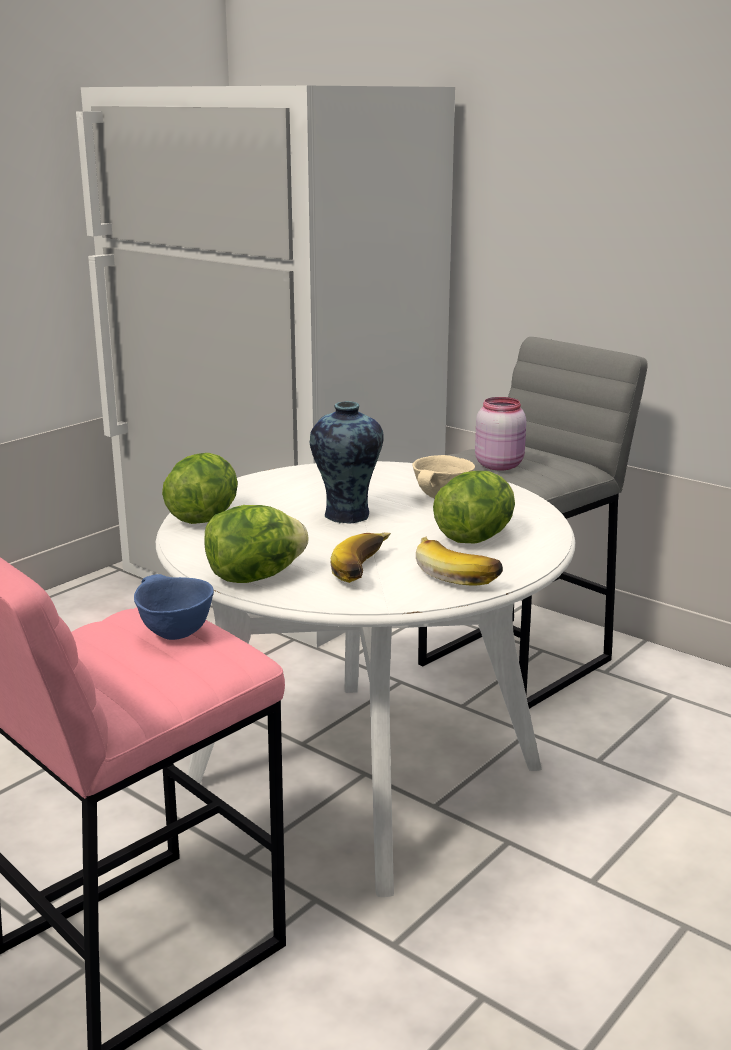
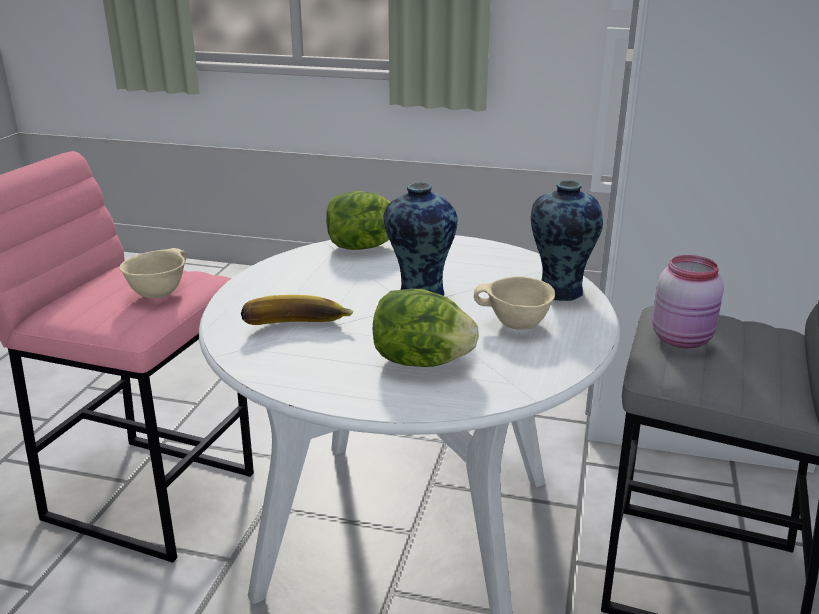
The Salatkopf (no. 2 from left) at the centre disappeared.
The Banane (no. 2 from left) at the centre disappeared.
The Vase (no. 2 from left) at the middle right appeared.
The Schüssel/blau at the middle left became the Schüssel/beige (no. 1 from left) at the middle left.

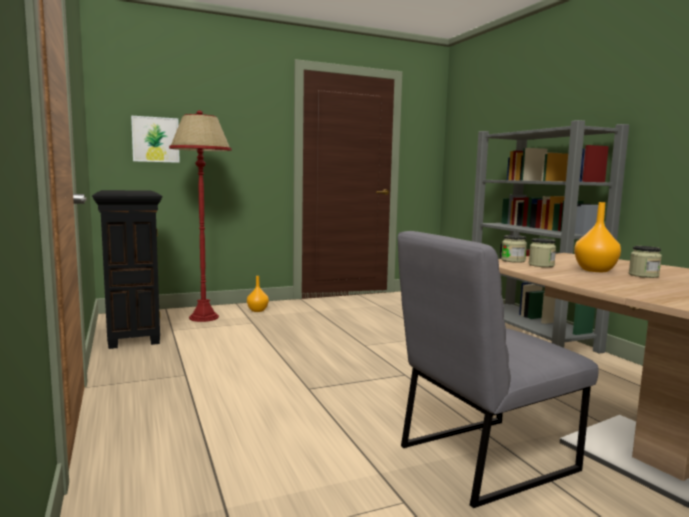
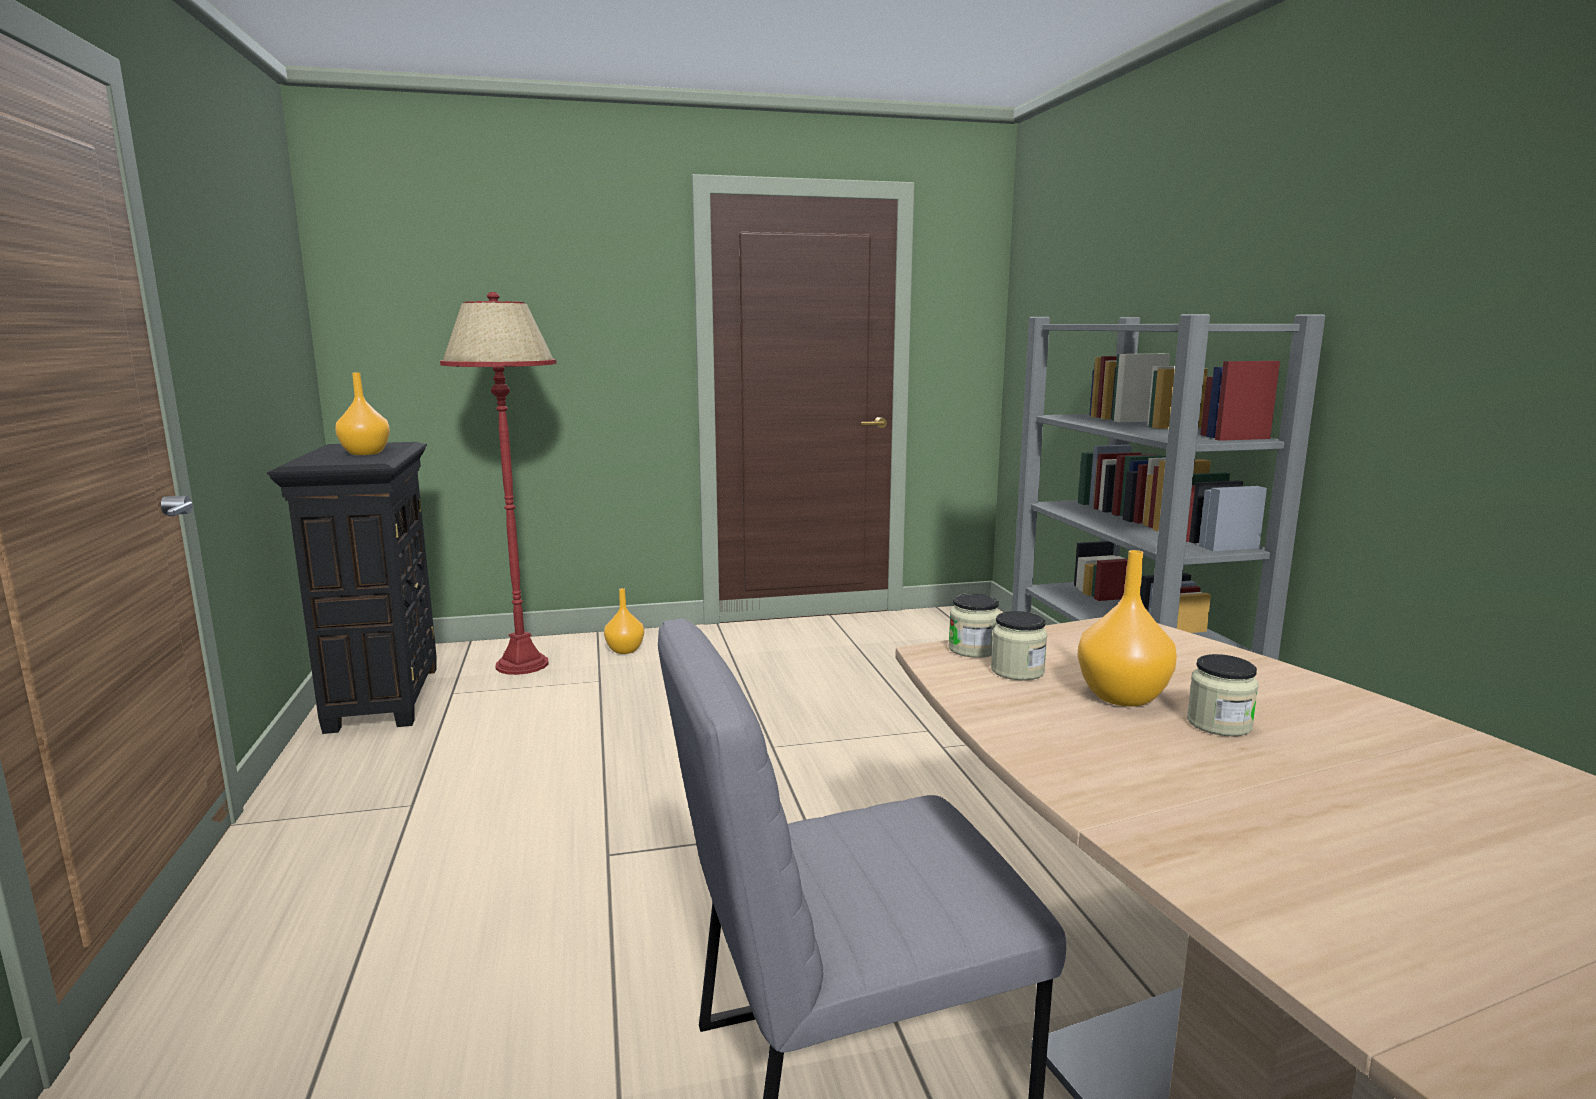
The Bild at the top left disappeared.
The Vase/orange (no. 1 from left) at the middle left appeared.

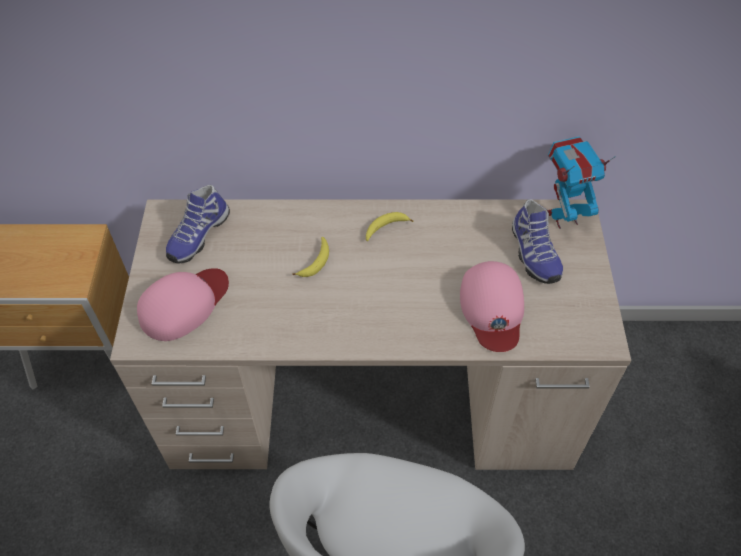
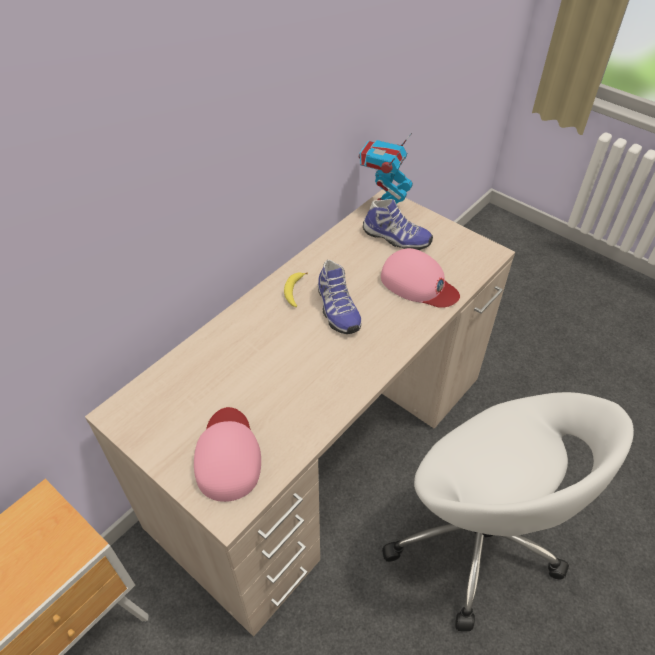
The Banane (no. 1 from left) at the centre disappeared.
The Schuh (no. 1 from left) moved from the middle left to the centre.

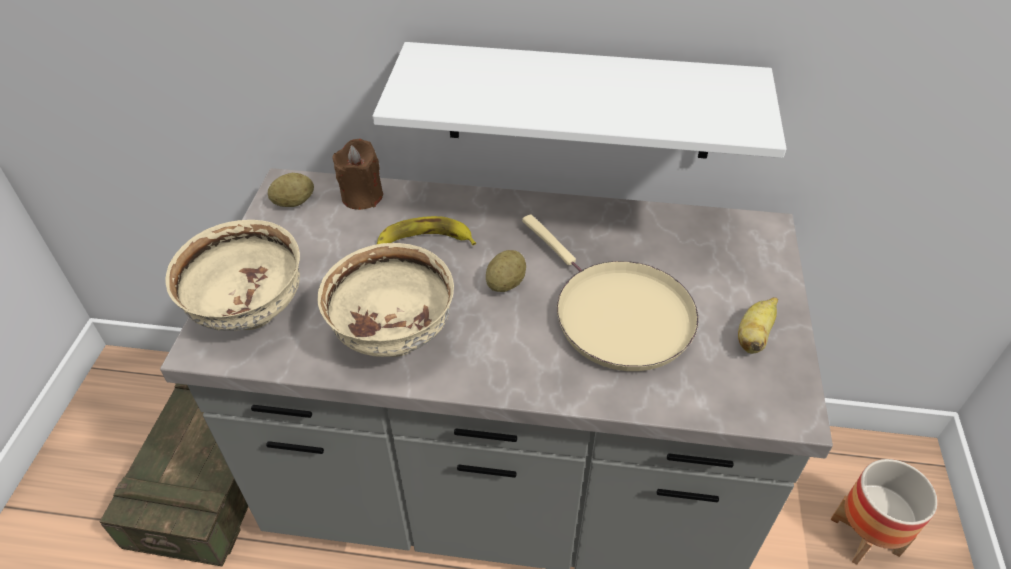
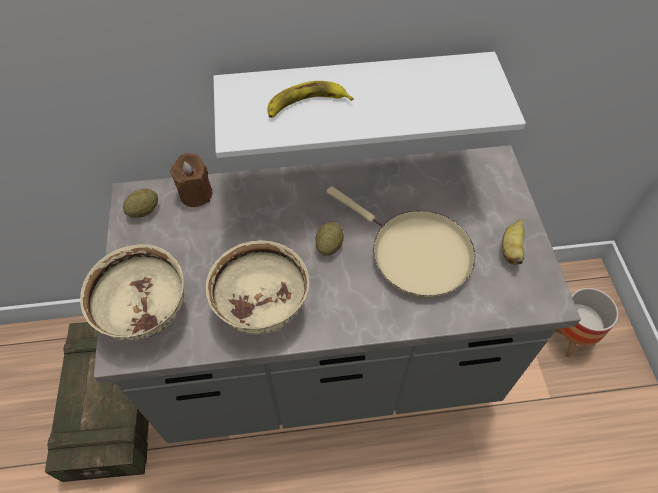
The Banane (no. 1 from left) moved from the centre to the top centre.

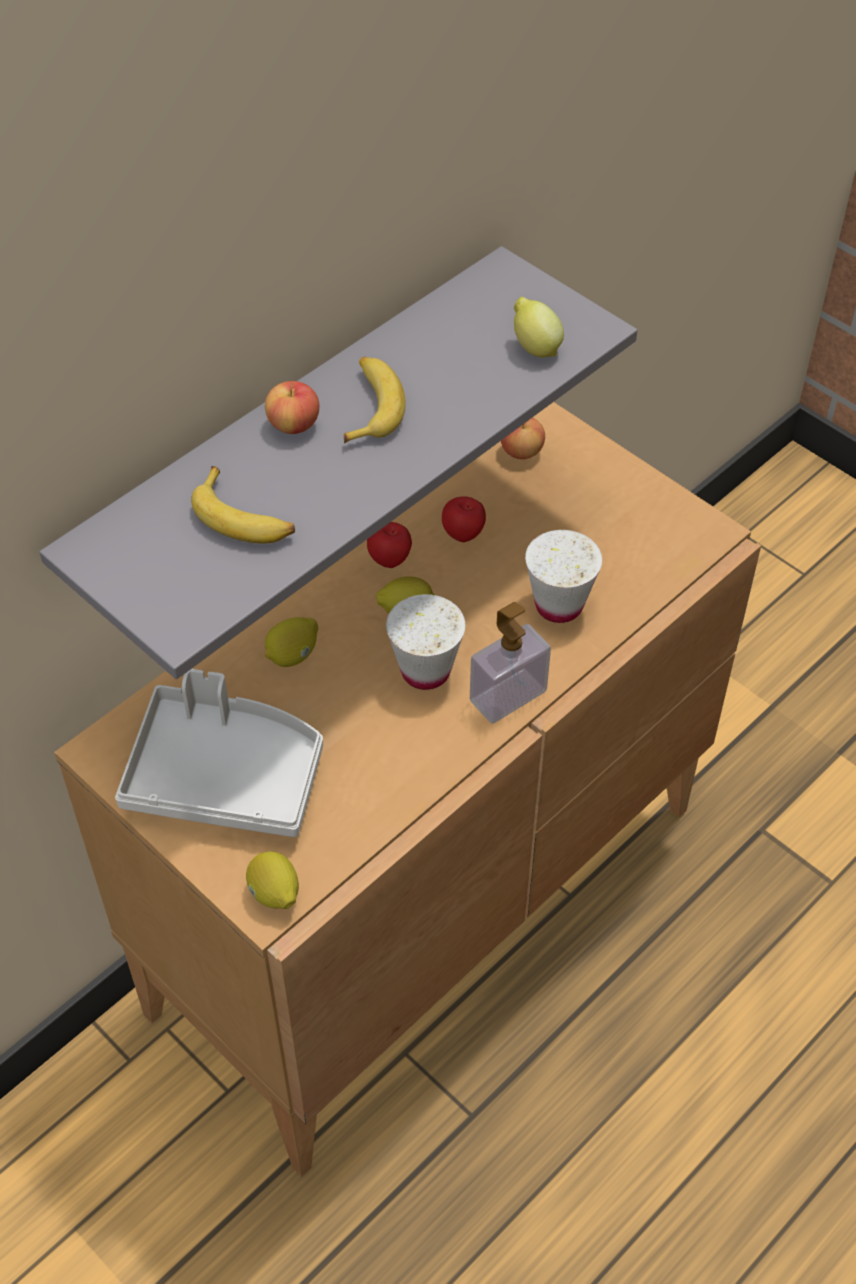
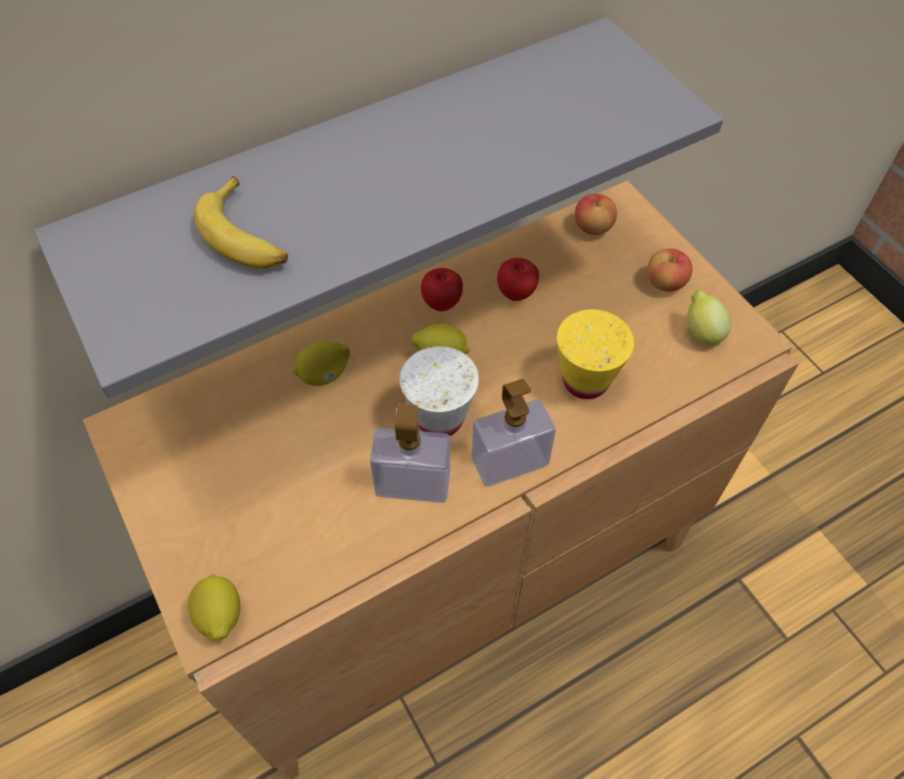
The Tablett/grau at the middle left disappeared.
The Banane (no. 2 from left) at the top centre disappeared.
The Seifenspender (no. 1 from left) at the centre appeared.
The Apfel (no. 1 from left in the first image) moved from the top centre to the middle right.
The Zitrone (no. 4 from left) moved from the top centre to the middle right.
The Tasse/weiß (no. 2 from left) at the centre became the Tasse/gelb at the centre.

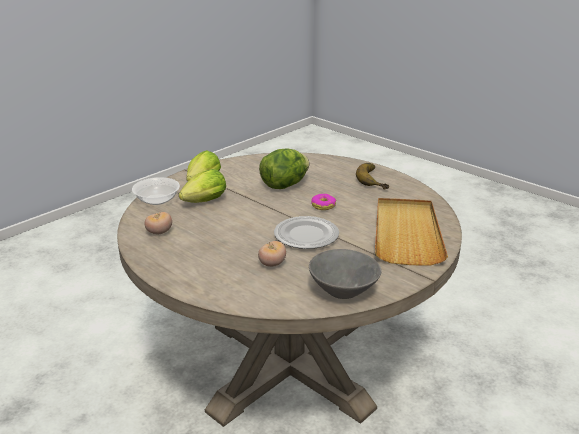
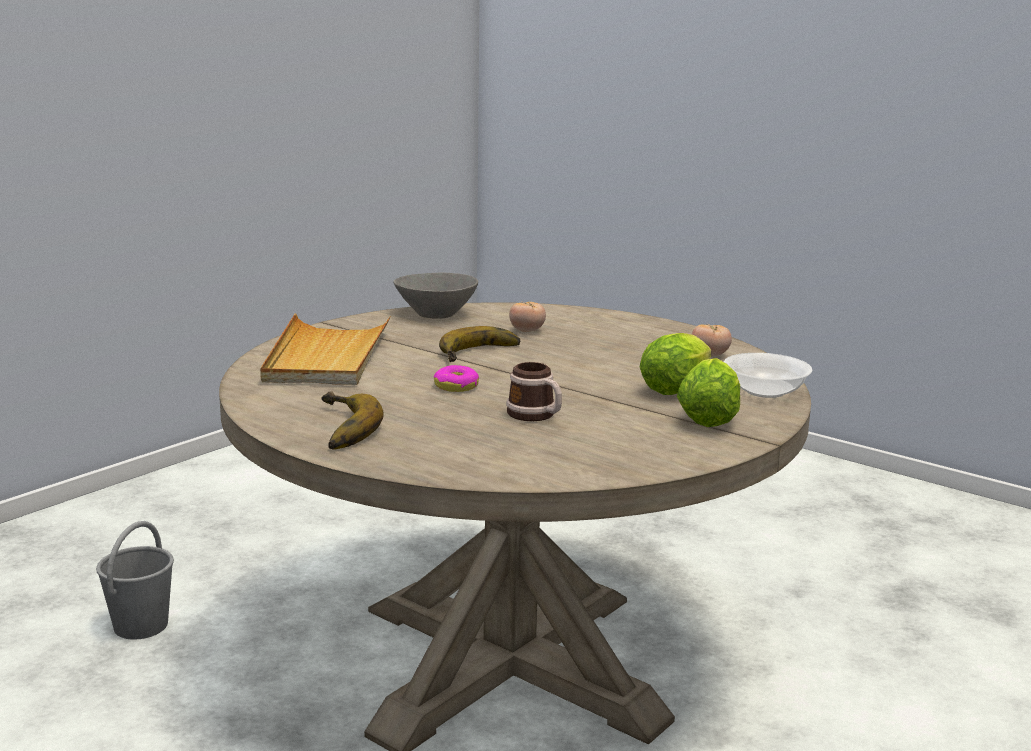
The Eimer/grau at the bottom left appeared.
The Salatkopf (no. 3 from left) at the centre was replaced by the Henkelbecher at the centre.
The Teller at the centre was replaced by the Banane (no. 2 from left) at the centre.

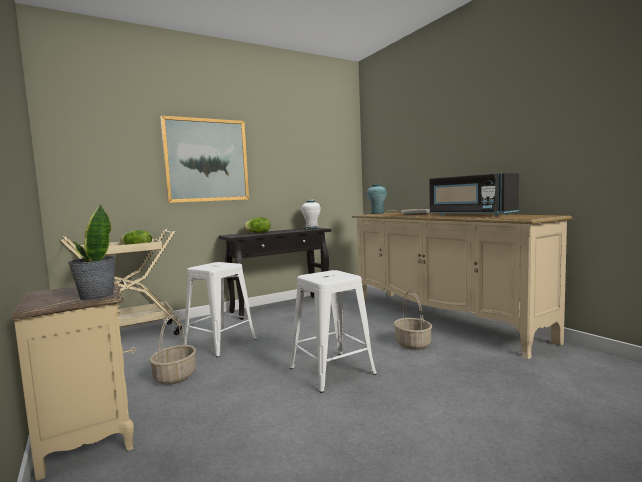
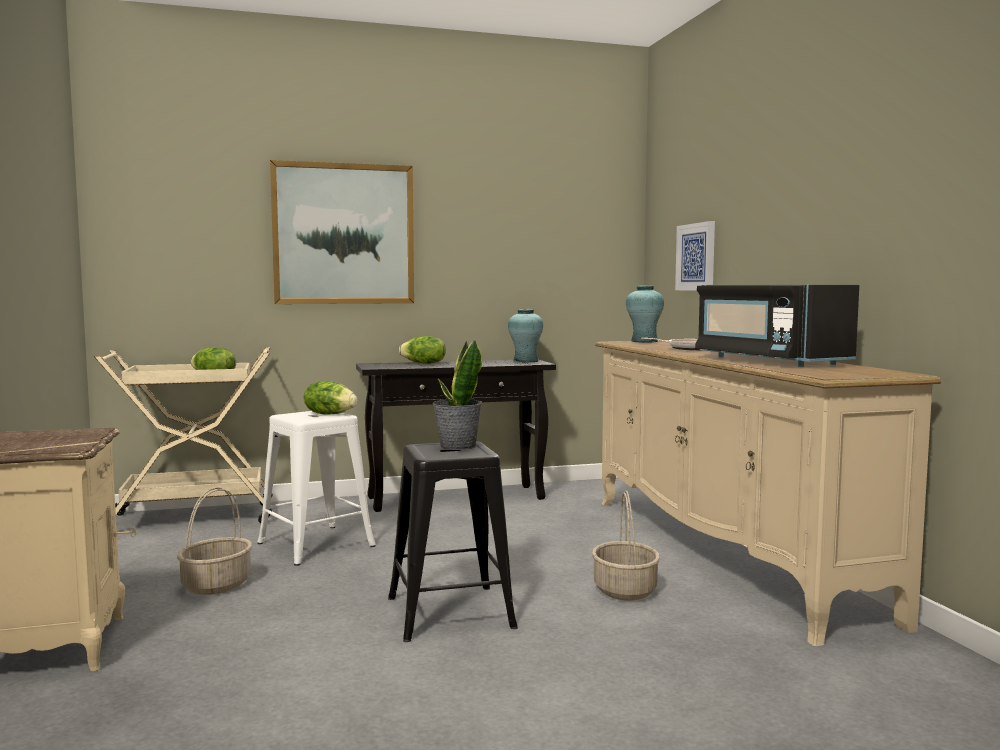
The Salatkopf (no. 2 from left) at the middle left appeared.
The Bild (no. 2 from left) at the middle right appeared.
The Topfpflanze moved from the middle left to the centre.
The Hocker/weiß (no. 2 from left) at the bottom centre became the Hocker/schwarz at the bottom centre.
The Vase/weiß at the centre became the Vase/türkis (no. 1 from left) at the centre.

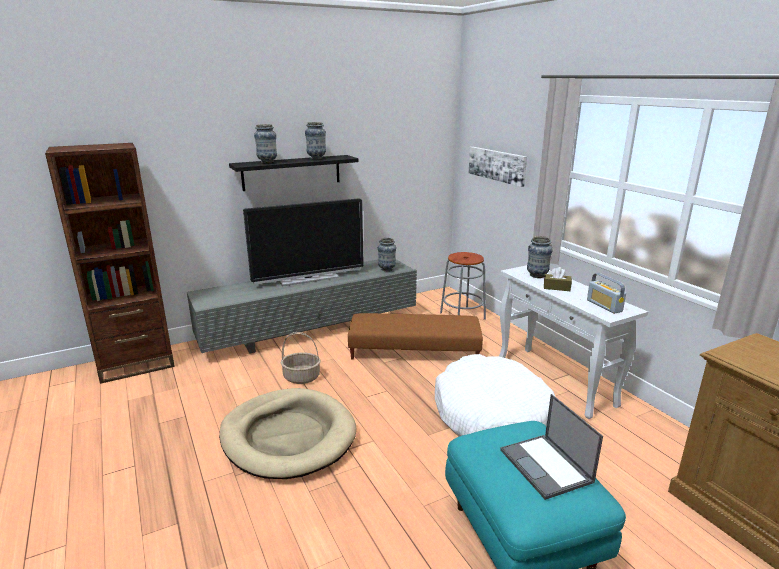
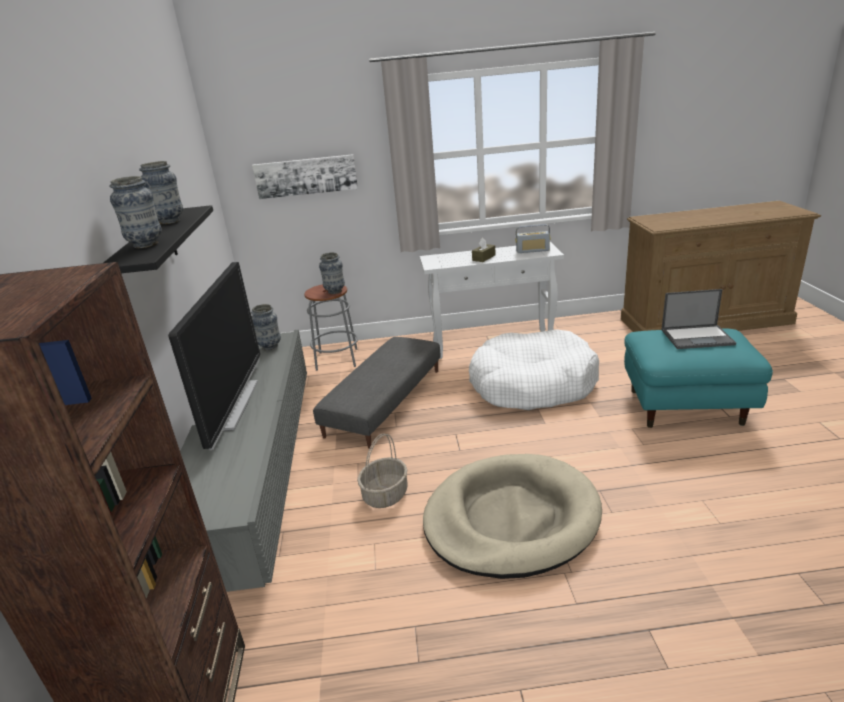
The Vase (no. 4 from left) moved from the middle right to the centre.
The Polsterhocker/braun at the centre became the Polsterhocker/grau at the centre.

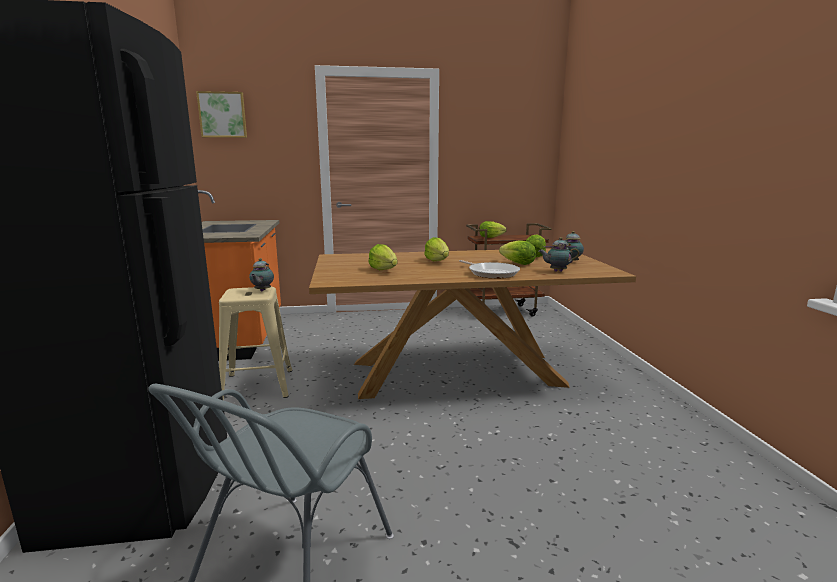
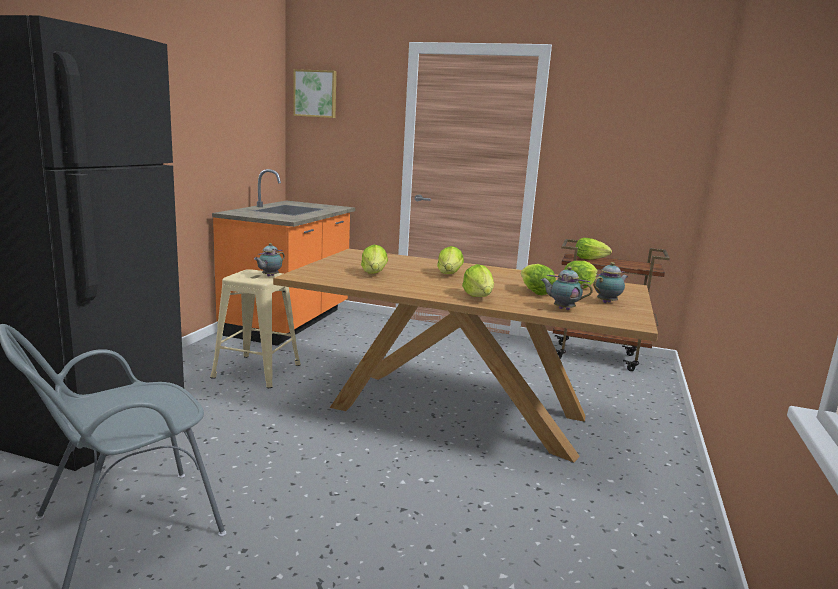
The Pfanne at the centre was replaced by the Salatkopf (no. 3 from left) at the centre.

